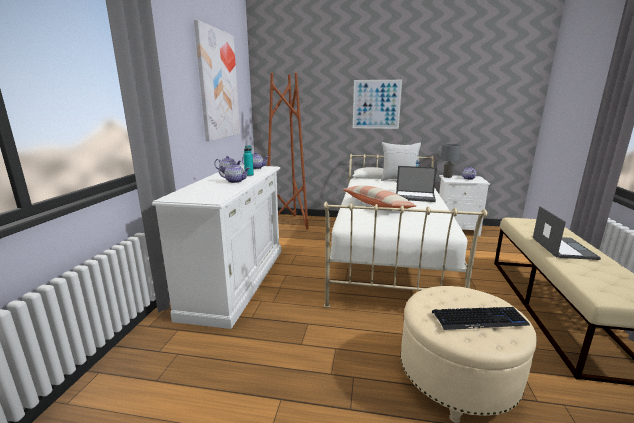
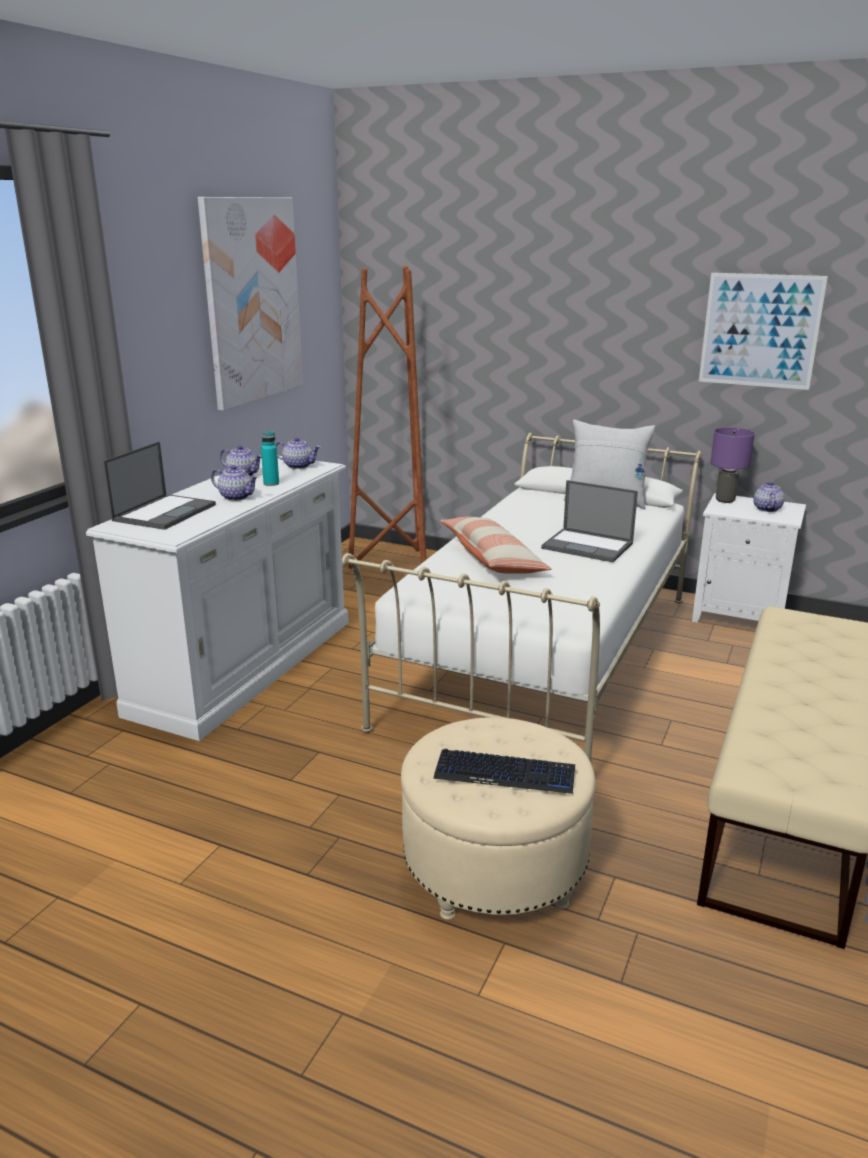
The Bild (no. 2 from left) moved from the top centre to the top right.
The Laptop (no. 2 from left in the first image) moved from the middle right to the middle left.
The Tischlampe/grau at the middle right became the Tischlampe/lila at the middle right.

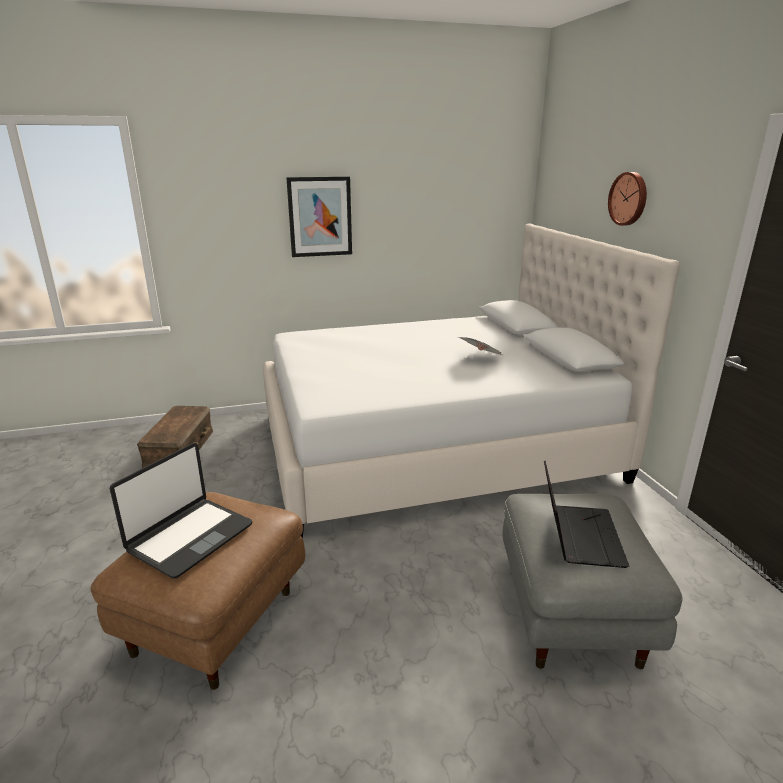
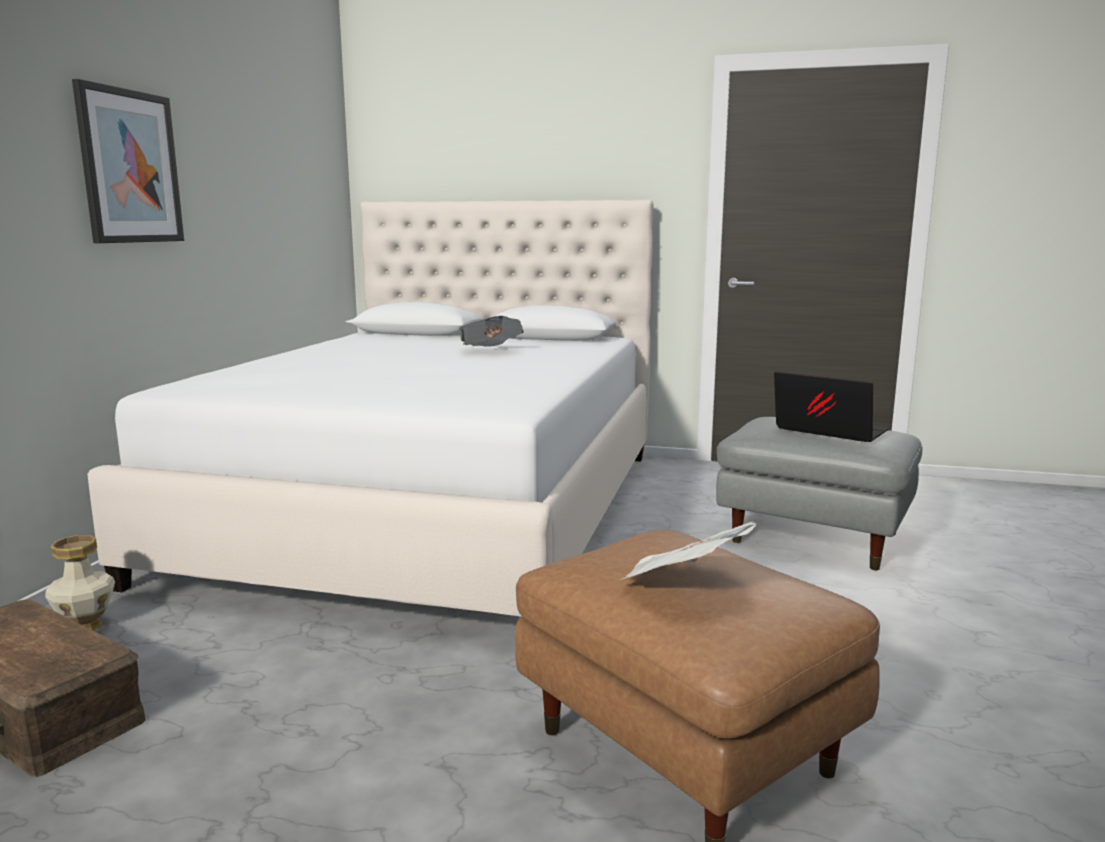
The Wanduhr at the top right disappeared.
The Vase at the bottom left appeared.
The Laptop (no. 1 from left) at the middle left was replaced by the Zeitung (no. 2 from left) at the centre.

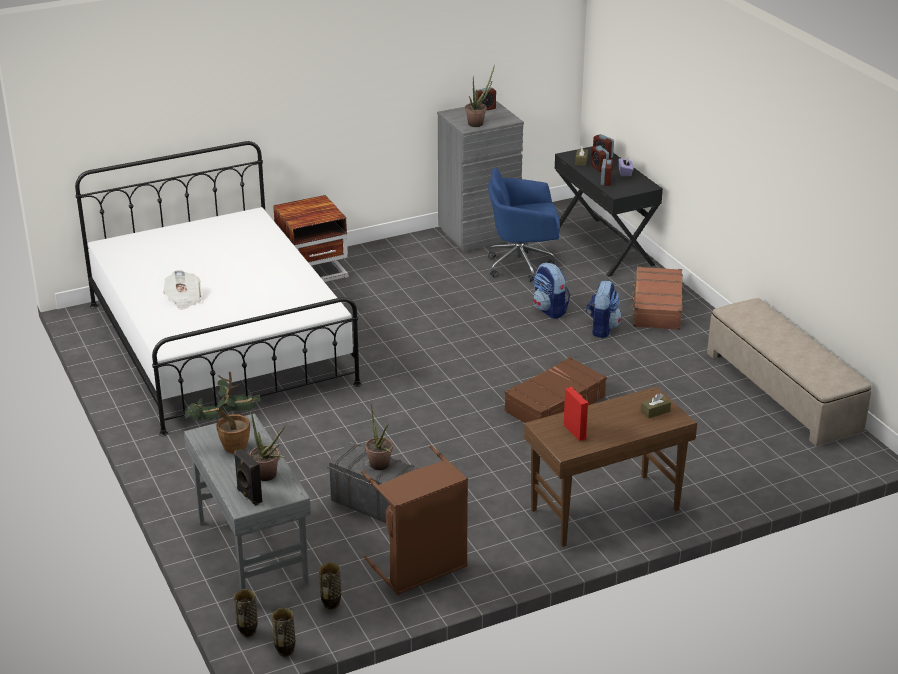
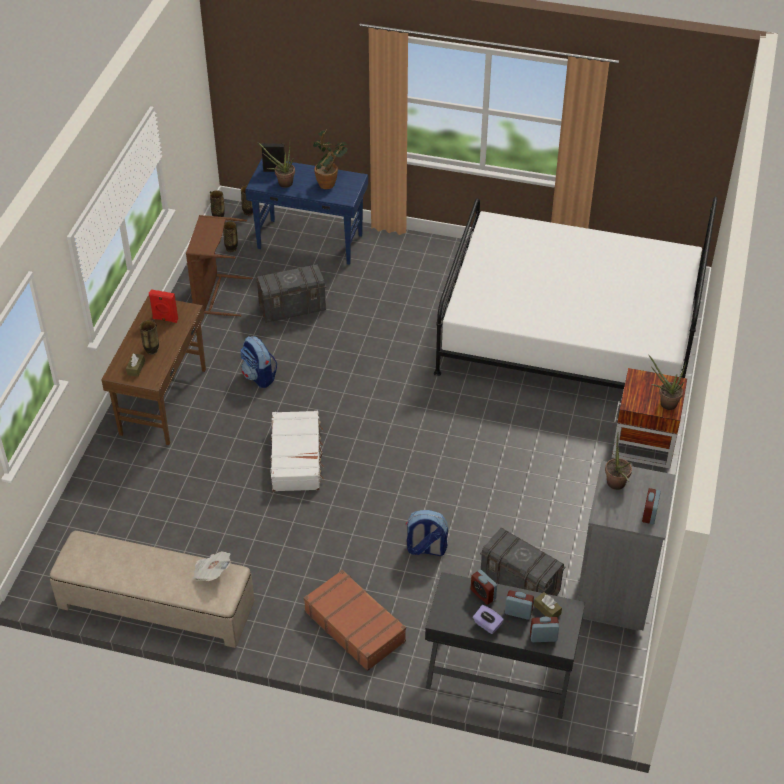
The Vase (no. 1 from left) at the middle left appeared.
The Zeitung moved from the middle left to the bottom left.
The Topfpflanze (no. 3 from left in the first image) moved from the centre to the middle right.
The Rucksack (no. 2 from left in the first image) moved from the middle right to the middle left.
The Bürostuhl/blau at the centre was replaced by the Aufbewahrungsbox/grau (no. 2 from left) at the bottom right.
The Konsolentisch/grau at the bottom left became the Konsolentisch/blau at the top centre.
The Koffer/braun (no. 1 from left) at the centre became the Koffer/weiß at the centre.

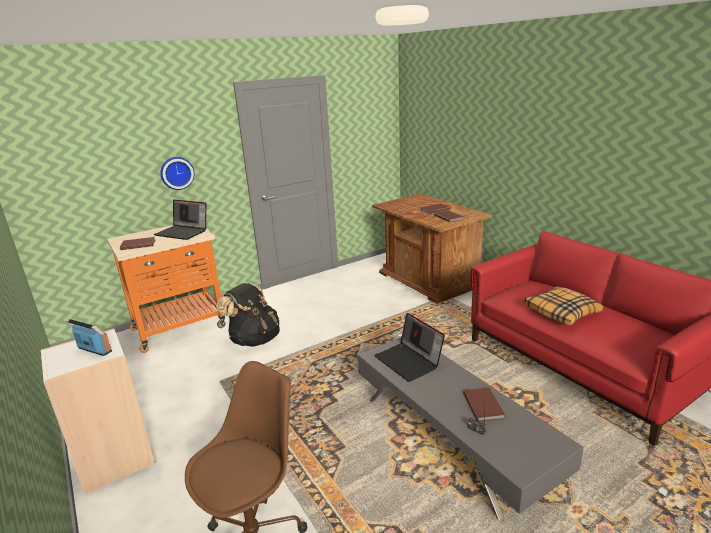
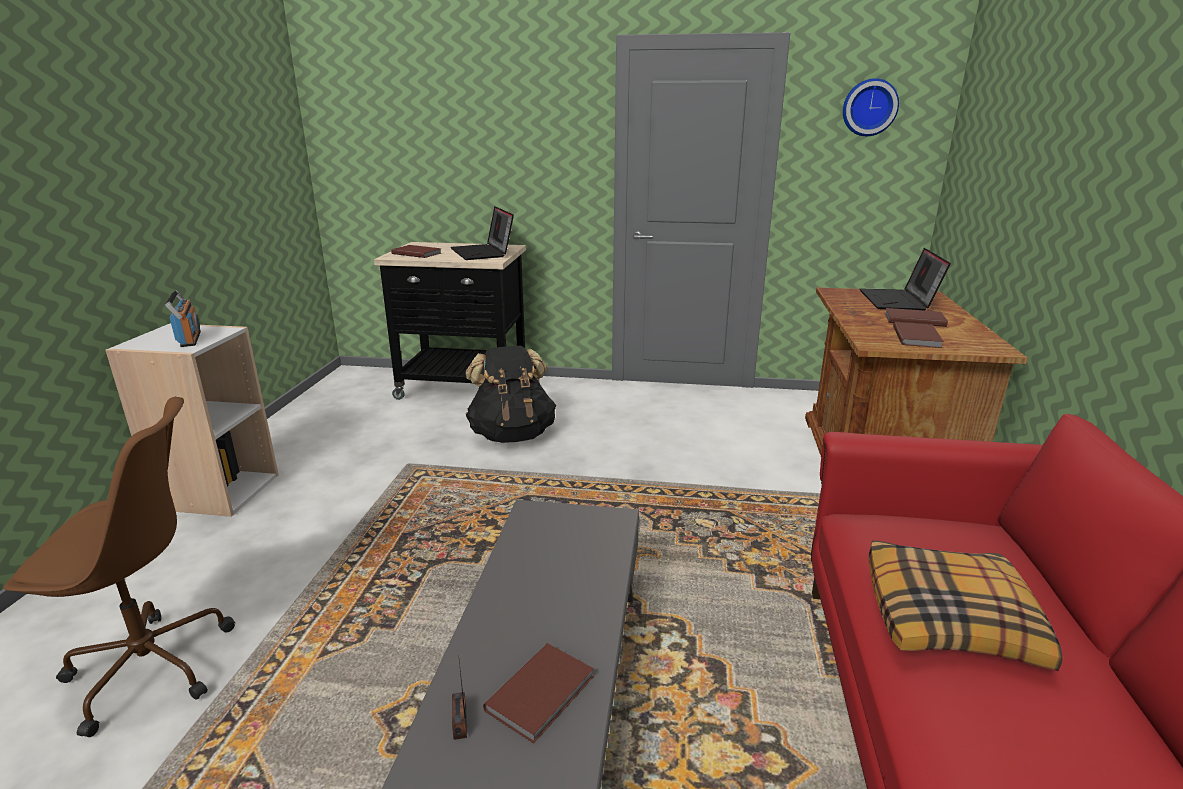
The Wanduhr moved from the top left to the top right.
The Laptop (no. 2 from left) moved from the centre to the middle right.
The Rollwagen/orange at the middle left became the Rollwagen/schwarz at the centre.

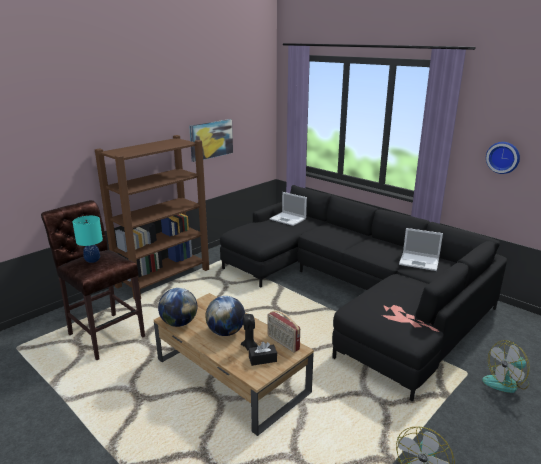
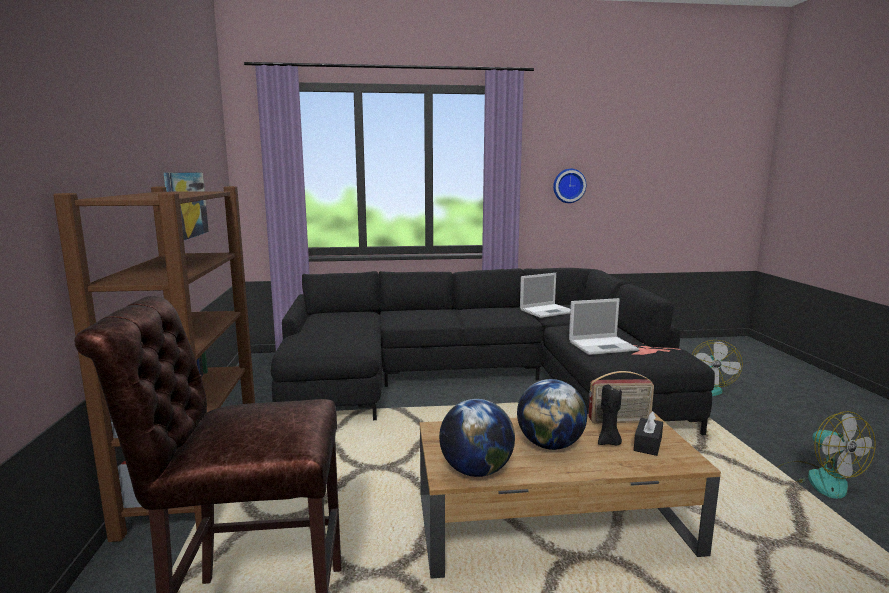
The Tischlampe/türkis at the middle left disappeared.
The Laptop (no. 1 from left in the first image) moved from the centre to the middle right.

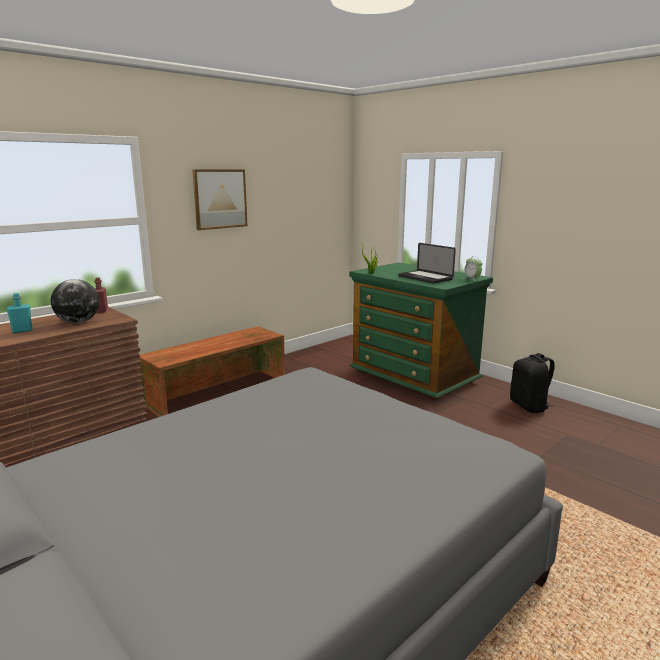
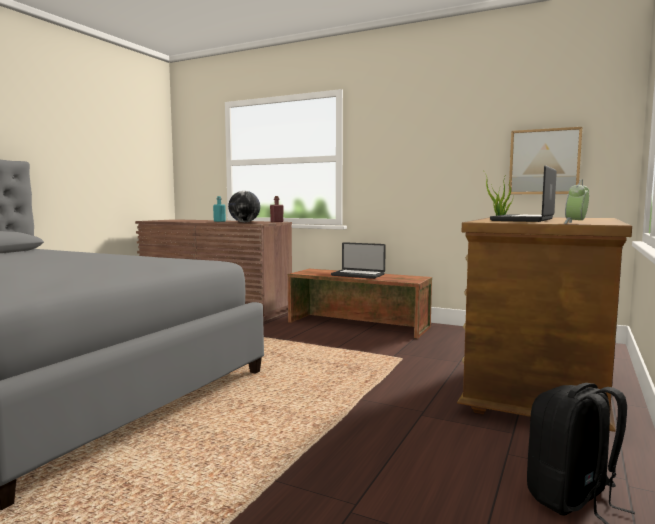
The Laptop (no. 1 from left) at the centre appeared.
The Bild moved from the top left to the top right.
The Kommode/grün at the centre became the Kommode/braun (no. 2 from left) at the middle right.

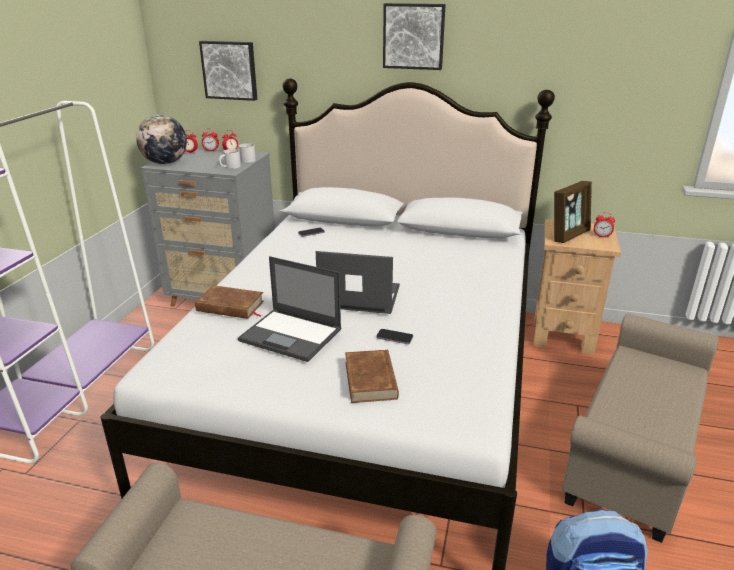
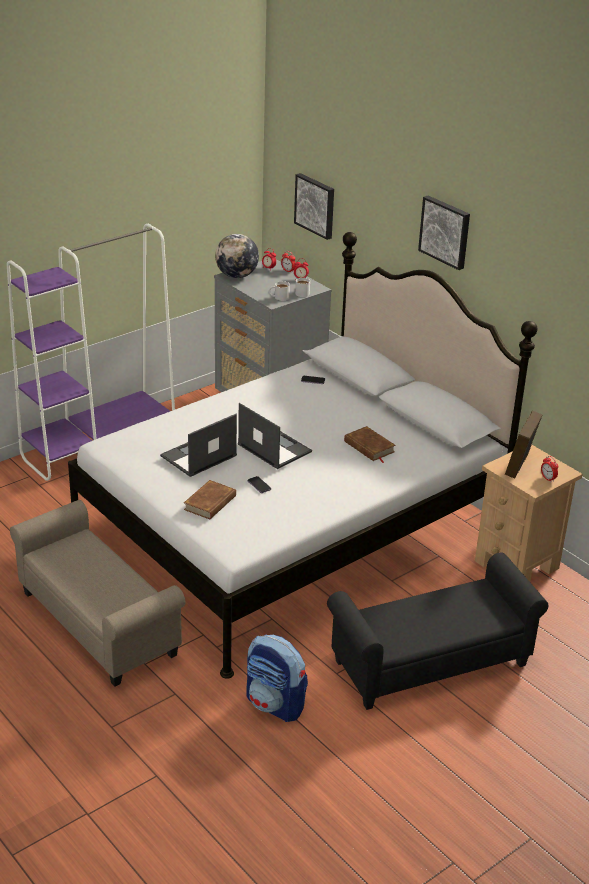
The Buch/braun (no. 1 from left in the first image) moved from the middle left to the centre.
The Polsterhocker/beige (no. 2 from left) at the bottom right became the Polsterhocker/schwarz at the bottom right.
The Laptop (no. 1 from left) at the centre turned 75 degrees clockwise.
The Bilderrahmen at the middle right turned 120 degrees clockwise.

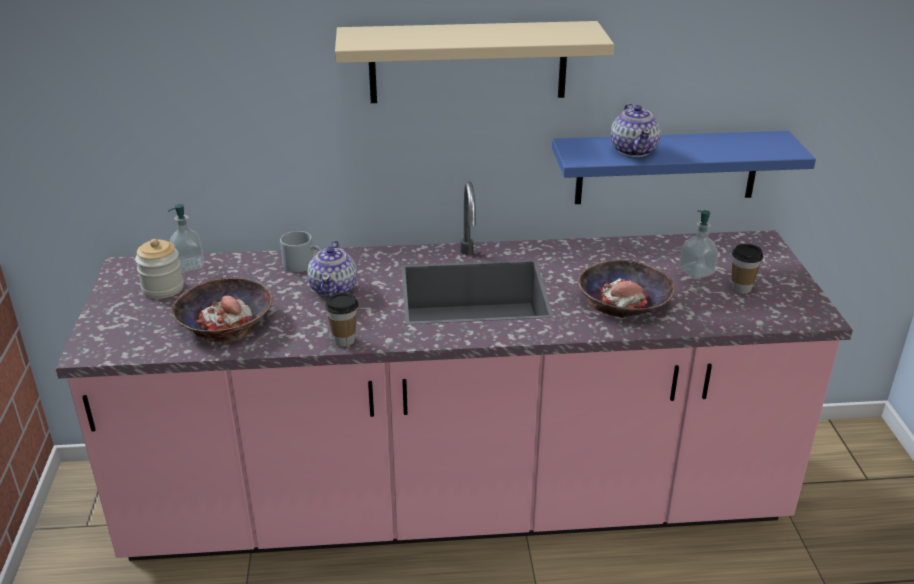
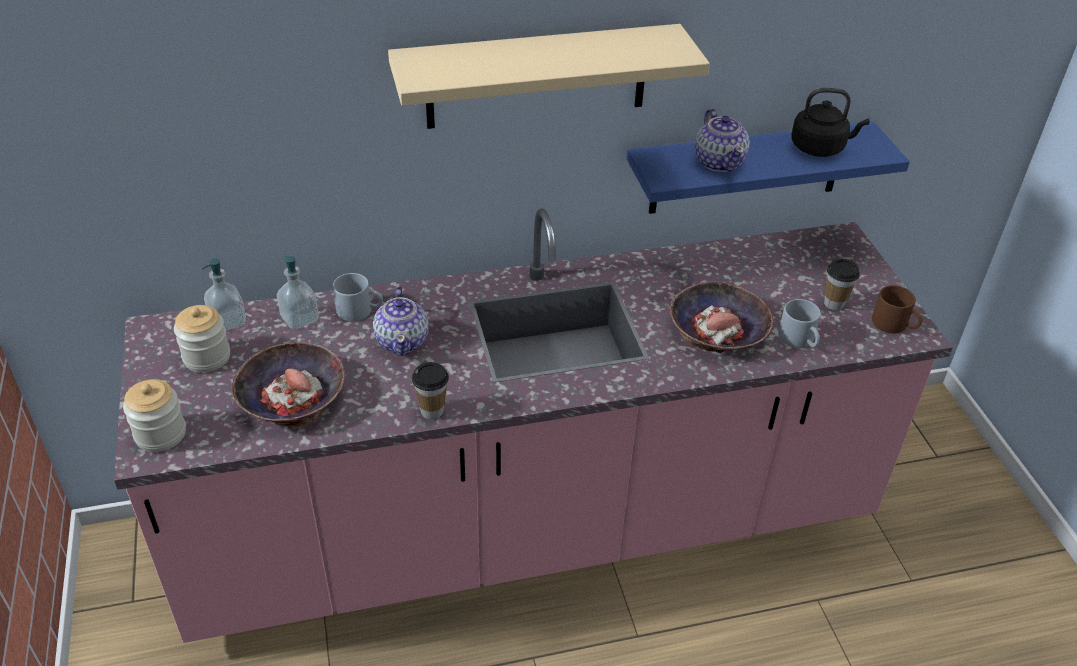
The Vorratsglas (no. 1 from left) at the middle left appeared.
The Henkelbecher/grau (no. 2 from left) at the middle right appeared.
The Wasserkessel/schwarz at the top right appeared.
The Henkelbecher/braun at the middle right appeared.
The Seifenspender (no. 2 from left) moved from the middle right to the middle left.

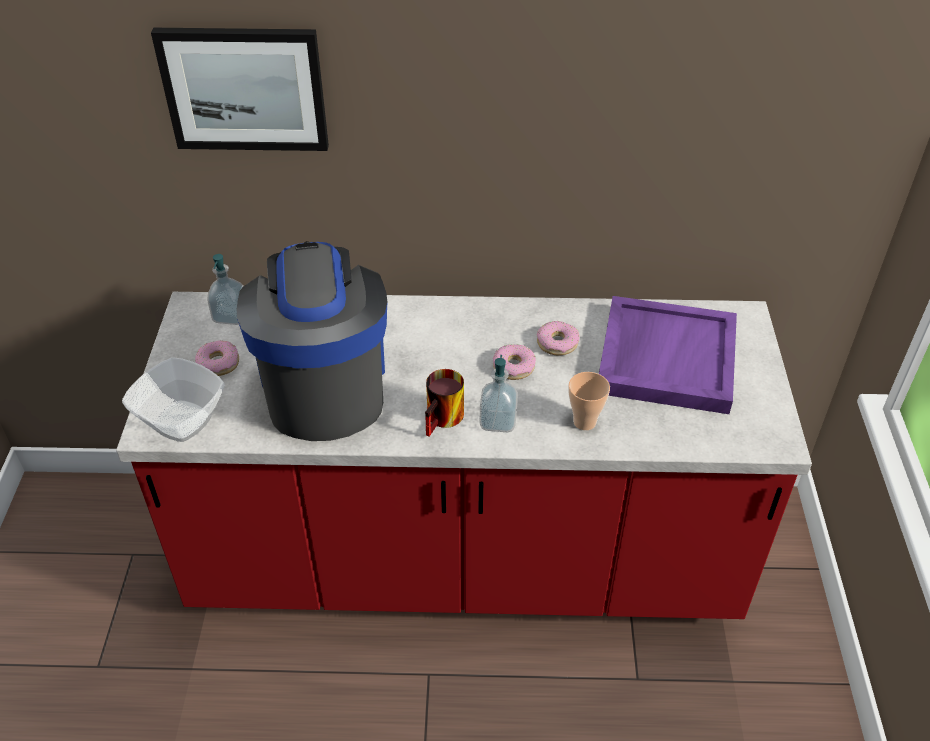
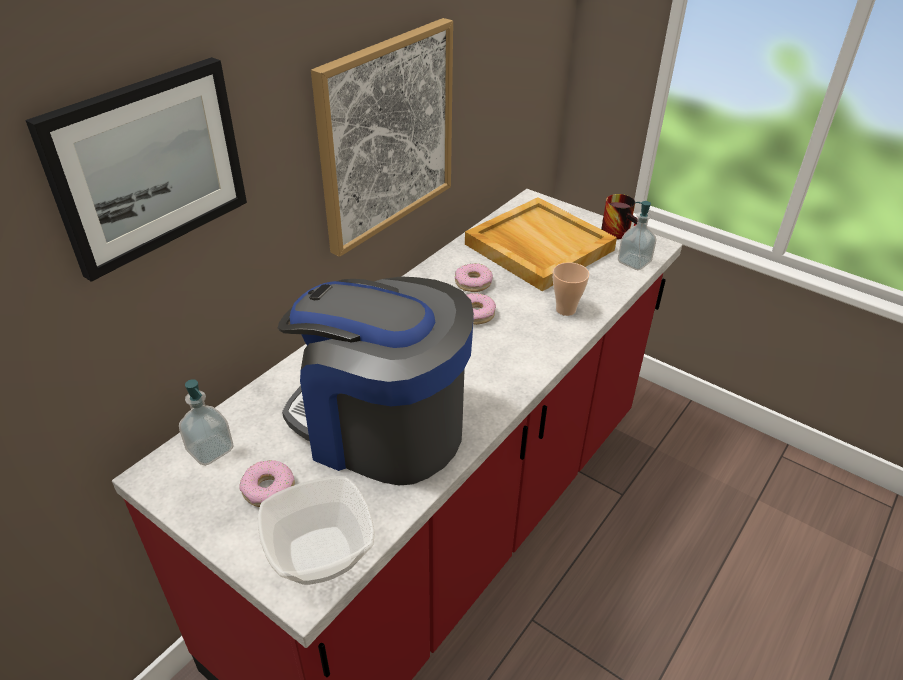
The Bild (no. 2 from left) at the top centre appeared.
The Henkelbecher moved from the centre to the top right.
The Seifenspender (no. 2 from left) moved from the centre to the middle right.
The Tablett/lila at the middle right became the Tablett/beige at the centre.

